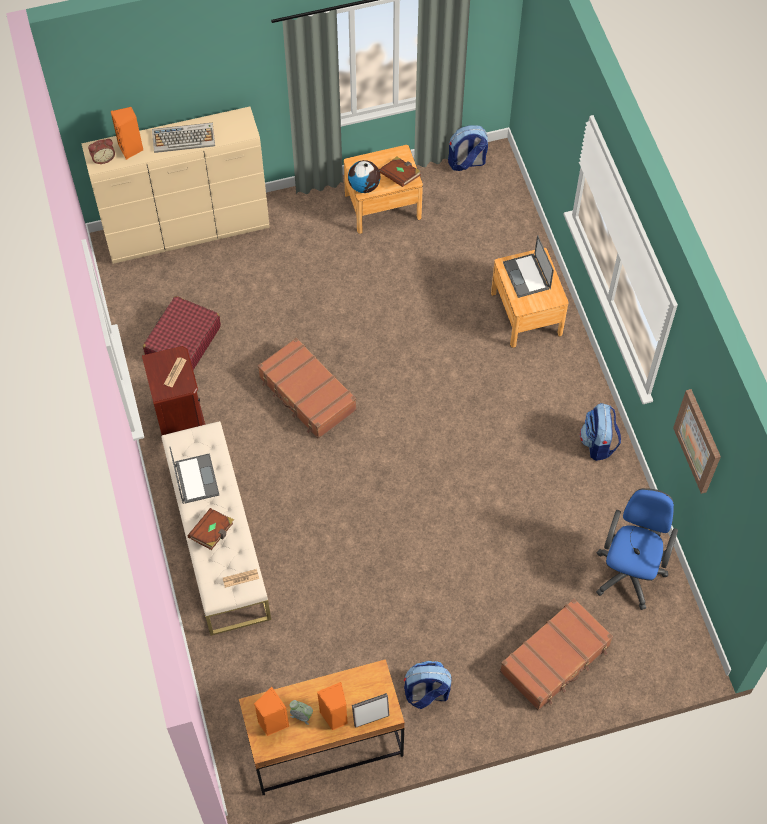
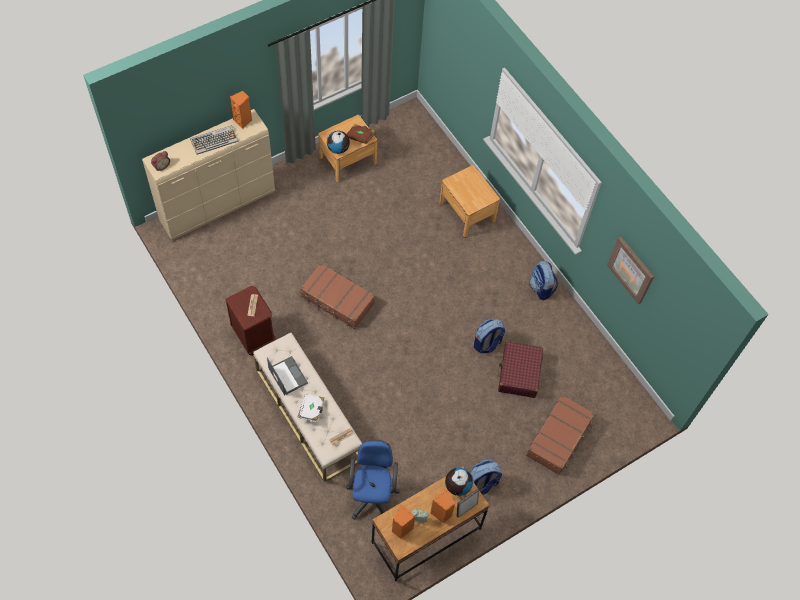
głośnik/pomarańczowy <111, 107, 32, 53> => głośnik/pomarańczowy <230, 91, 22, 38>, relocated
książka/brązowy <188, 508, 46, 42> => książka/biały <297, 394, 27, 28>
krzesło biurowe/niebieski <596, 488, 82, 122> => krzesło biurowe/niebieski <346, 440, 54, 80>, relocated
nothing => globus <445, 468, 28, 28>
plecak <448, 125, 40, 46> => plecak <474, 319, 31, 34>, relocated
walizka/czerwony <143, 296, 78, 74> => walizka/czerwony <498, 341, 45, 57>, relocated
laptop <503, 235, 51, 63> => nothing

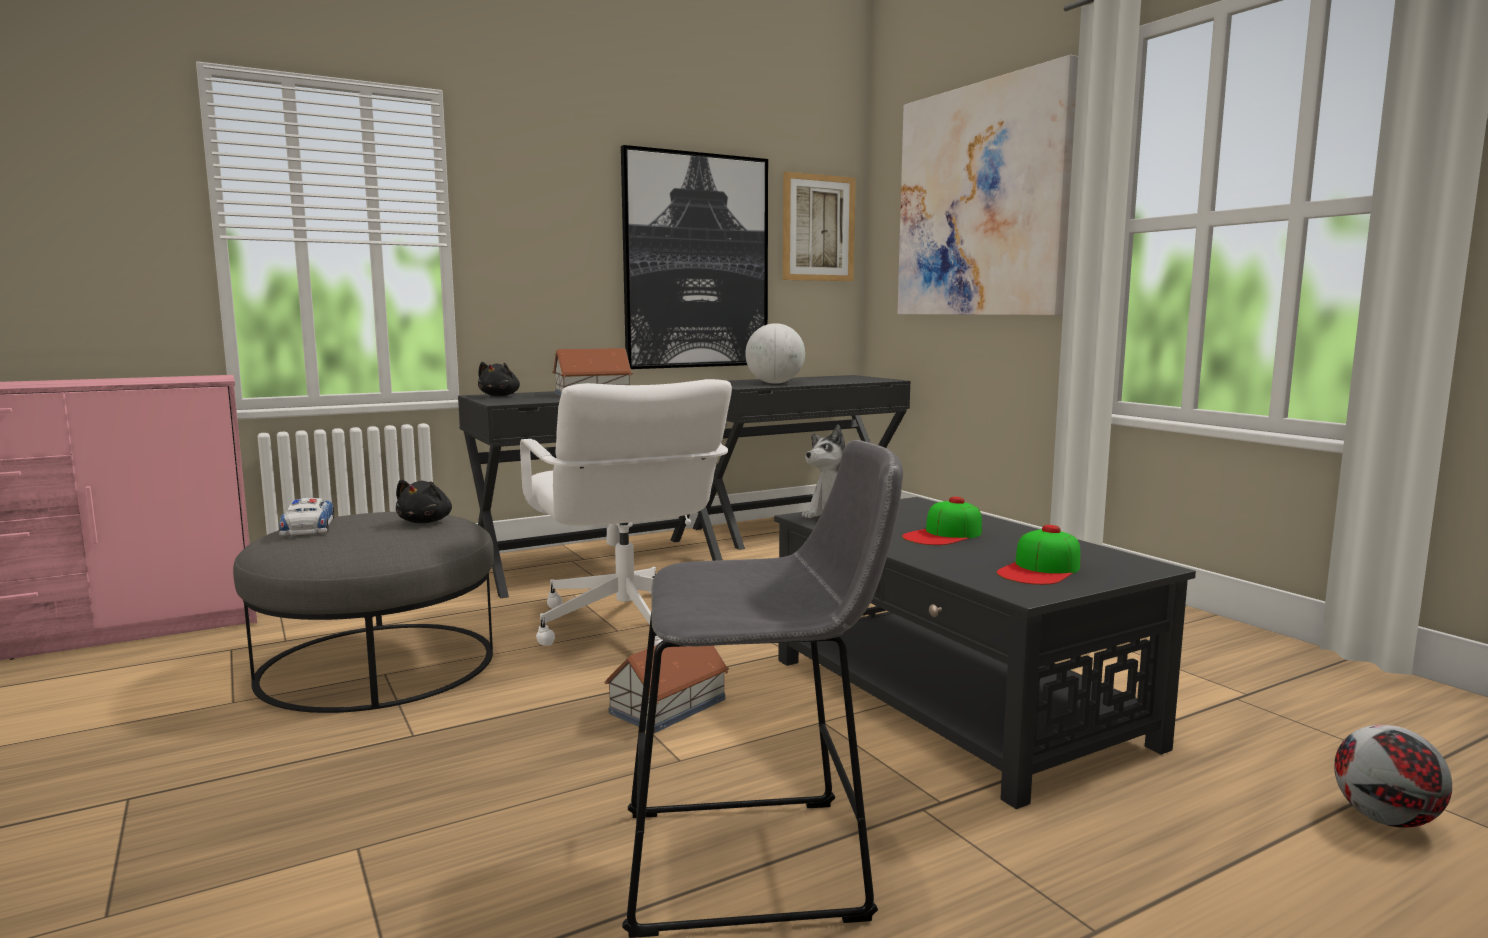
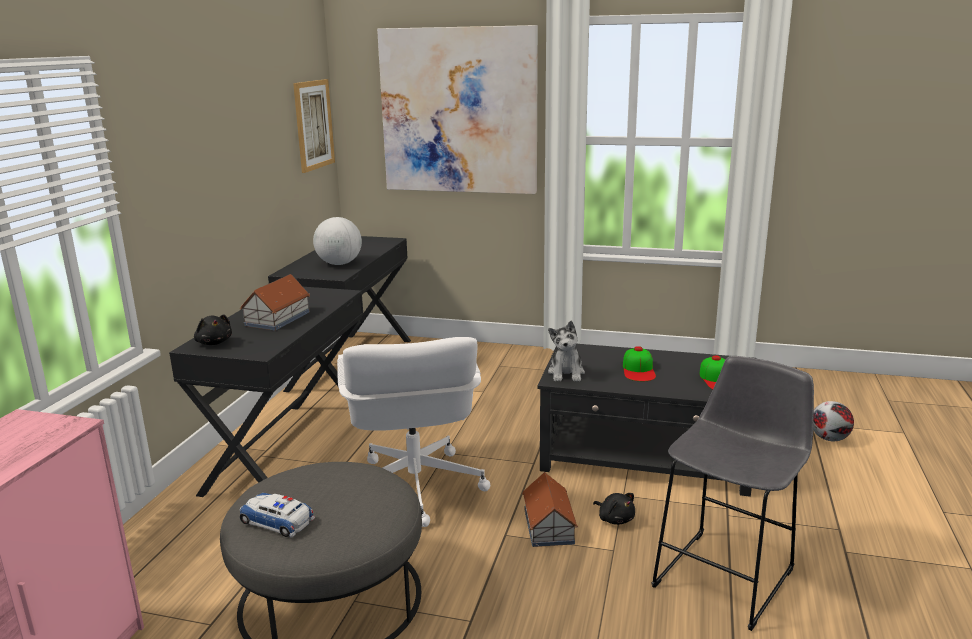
krzesło biurowe/biały <520, 379, 212, 267> => krzesło biurowe/biały <337, 337, 153, 190>, 60 degrees clockwise
pluszak/czarny <396, 479, 56, 44> => pluszak/czarny <593, 493, 42, 32>, relocated
obraz <621, 145, 147, 224> => nothing

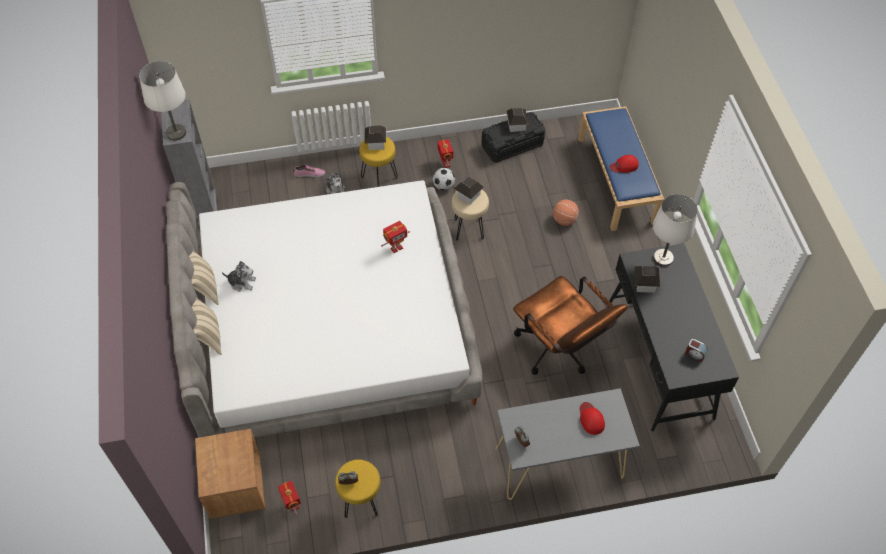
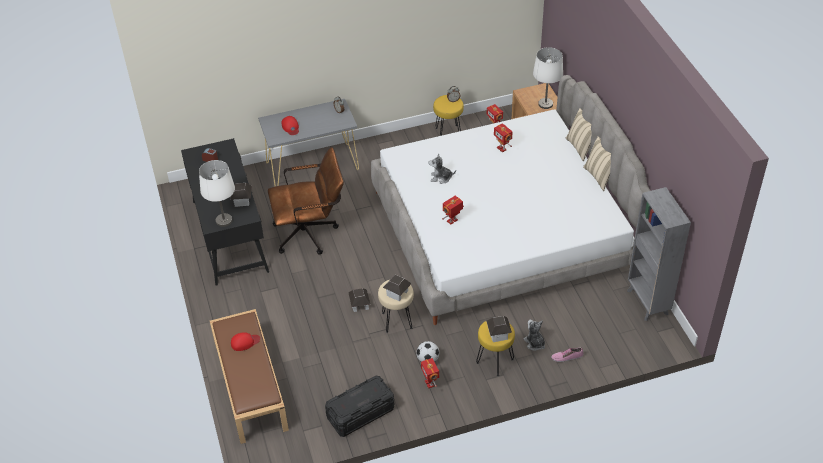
ławka/niebieski <578, 106, 86, 125> => ławka/brązowy <210, 309, 79, 135>
krzesło biurowe/brązowy <513, 276, 114, 99> => krzesło biurowe/brązowy <268, 147, 76, 108>, 120 degrees clockwise
domek <507, 108, 21, 24> => domek <348, 288, 22, 24>, relocated
pluszak <222, 261, 34, 31> => pluszak <428, 153, 28, 31>, relocated
nothing => robot zabawkowy <494, 123, 18, 29>
lampa stołowa/biały <139, 61, 47, 80> => lampa stołowa/biały <533, 47, 30, 62>, relocated
piłka do koszykówki <553, 200, 26, 26> => nothing

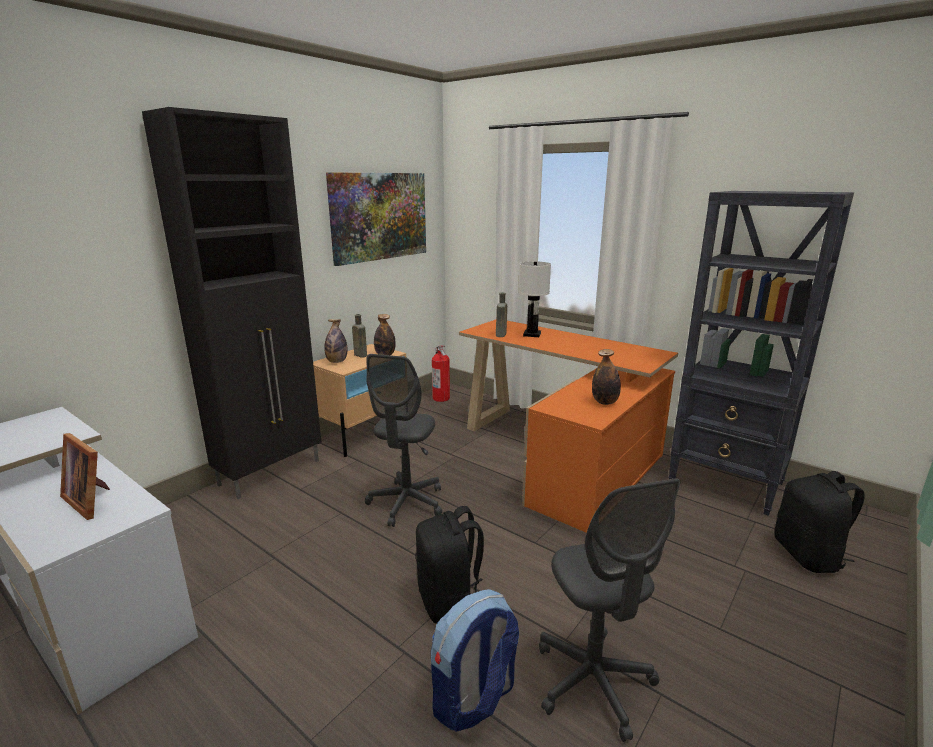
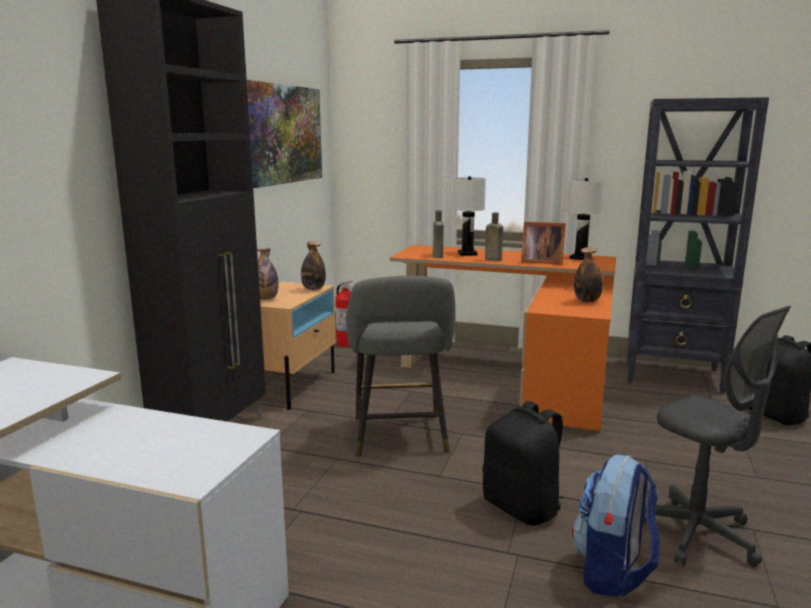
krzesło biurowe/szary <365, 354, 77, 173> => stołek/szary <346, 276, 110, 182>
butelka/brązowy <352, 314, 15, 43> => butelka/brązowy <485, 212, 18, 49>, relocated
ramka na zdjęcie <60, 433, 50, 87> => ramka na zdjęcie <521, 222, 45, 43>, relocated
nothing => lampa stołowa/biały <567, 178, 37, 82>

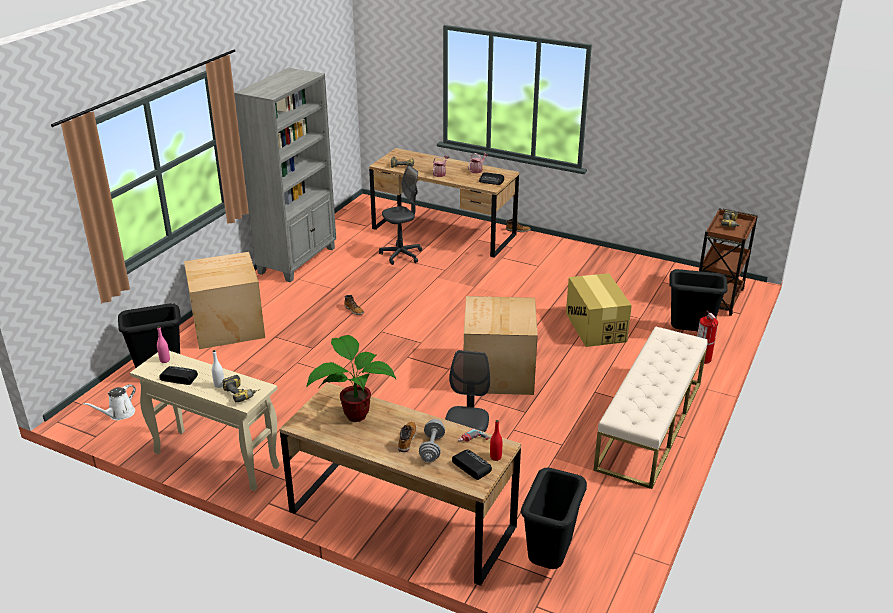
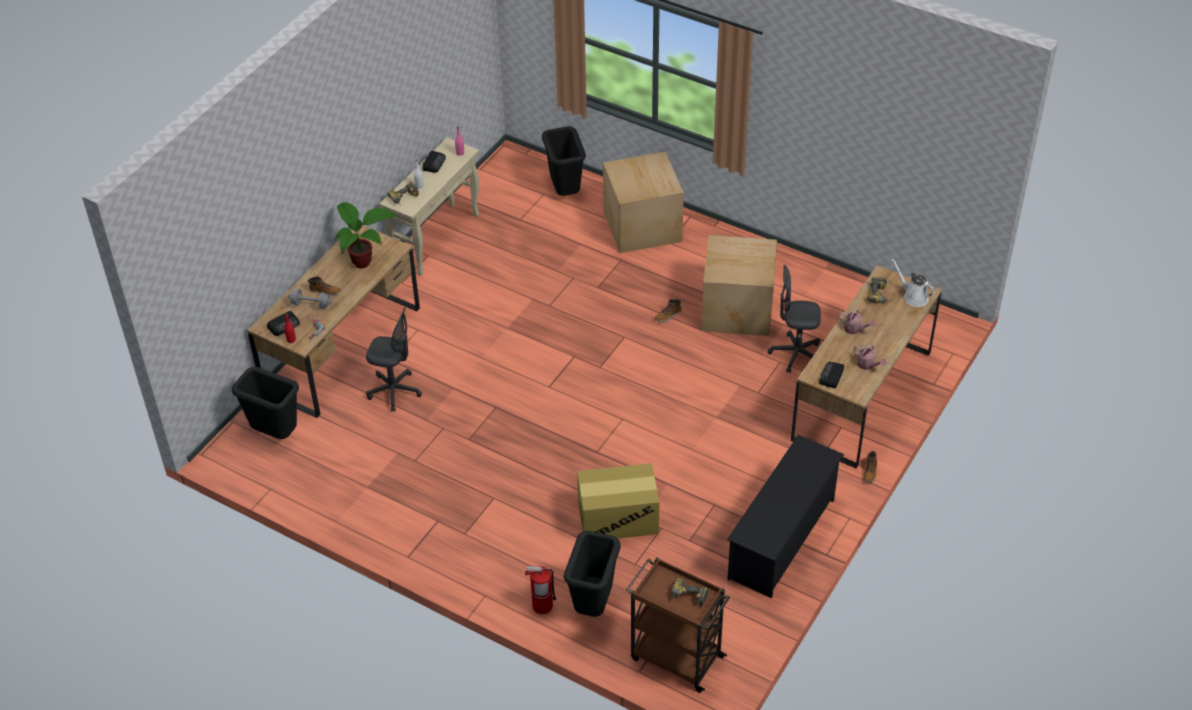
karton <464, 296, 74, 99> => karton <701, 235, 76, 101>, relocated
nothing => regał na buty/czarny <727, 435, 117, 163>
krzesło biurowe/szary <379, 165, 43, 100> => krzesło biurowe/szary <768, 265, 53, 108>, 120 degrees clockwise
konewka/biały <83, 384, 53, 36> => konewka/biały <891, 258, 44, 49>, relocated
regał/szary <234, 68, 102, 214> => nothing
ławka/beżowy <593, 326, 115, 163> => nothing

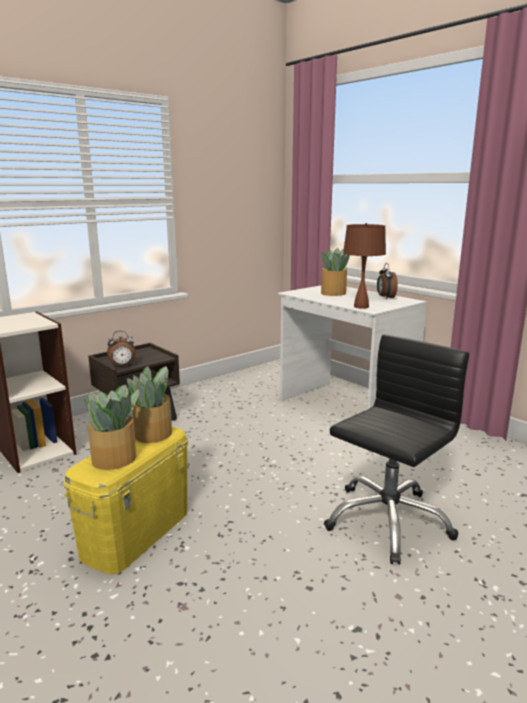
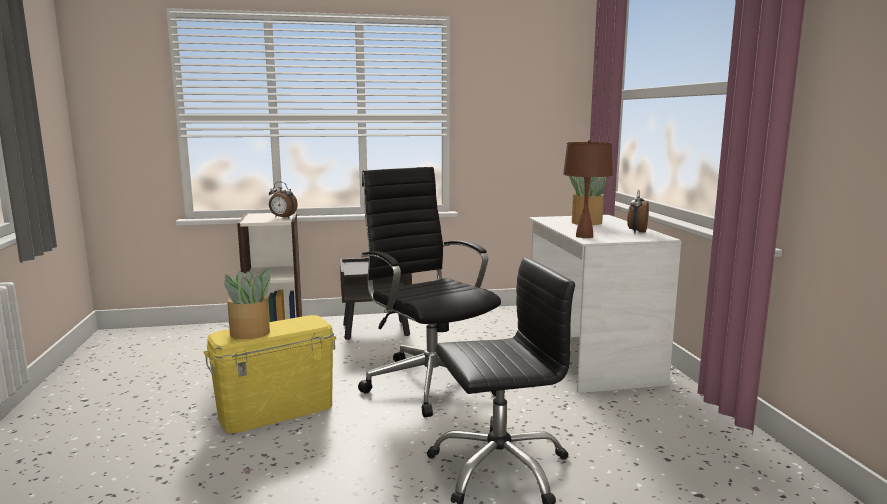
budzik <107, 331, 29, 36> => budzik <269, 182, 29, 36>, relocated
nothing => krzesło biurowe/czarny <358, 167, 143, 250>
roślina doniczkowa <127, 366, 45, 77> => nothing

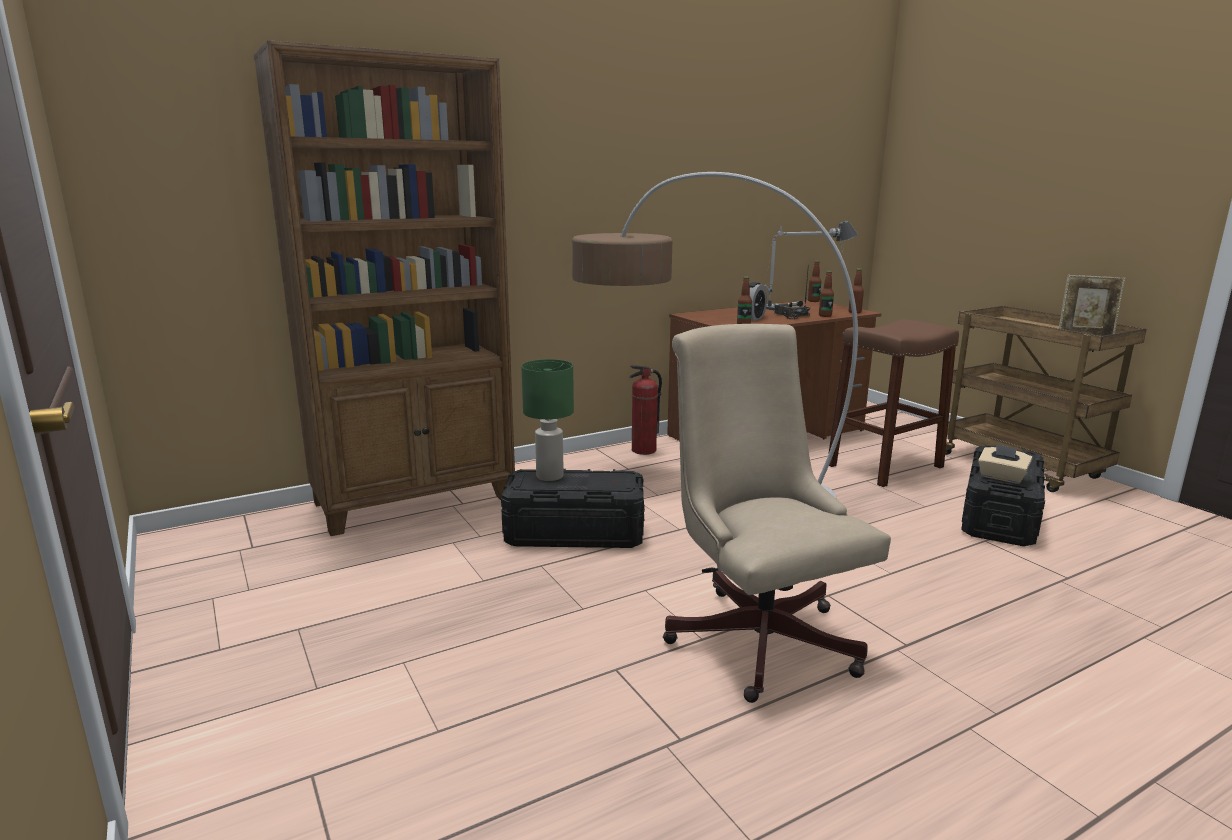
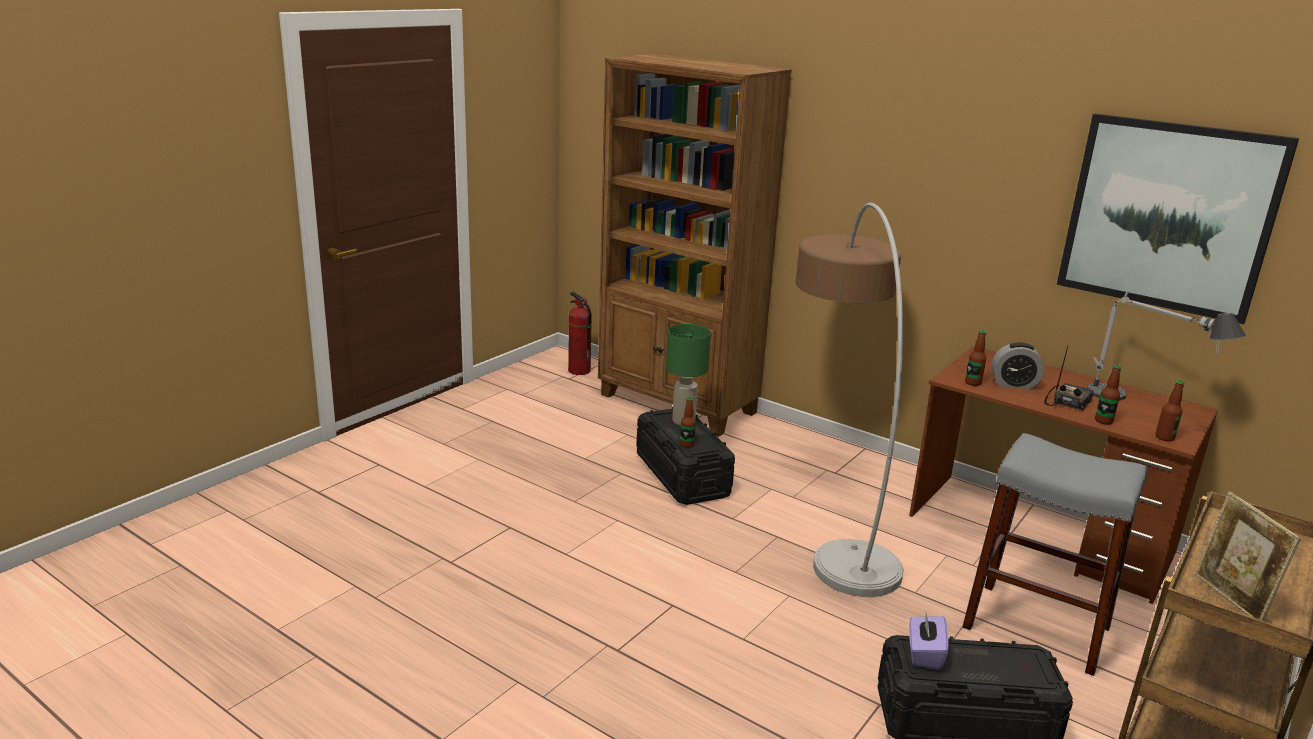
gaśnica <629, 365, 33, 90> => gaśnica <568, 292, 24, 83>, relocated
butelka <808, 261, 13, 41> => butelka <680, 397, 16, 51>, relocated
pudełko chusteczek/beżowy <978, 444, 55, 40> => pudełko chusteczek/fioletowy <909, 613, 40, 57>
stołek/brązowy <828, 319, 131, 168> => stołek/szary <962, 433, 186, 243>
nothing => obraz <1057, 114, 242, 210>
krzesło biurowe/beżowy <663, 324, 228, 379> => nothing

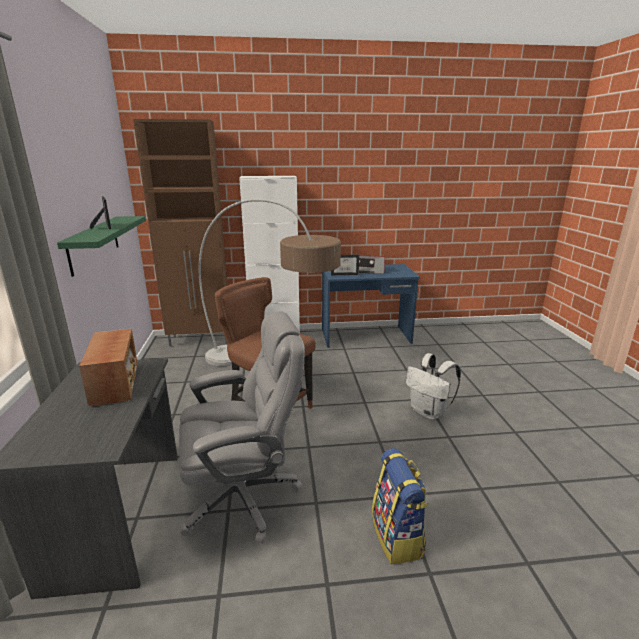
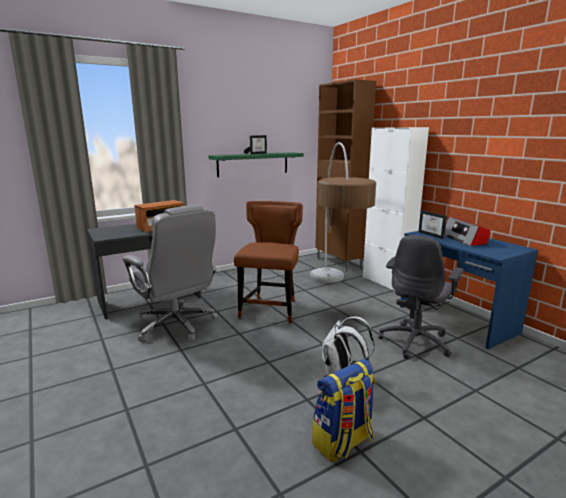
plecak <372, 448, 56, 116> => plecak <312, 359, 64, 103>, relocated
nothing => krzesło biurowe/szary <379, 235, 85, 124>

